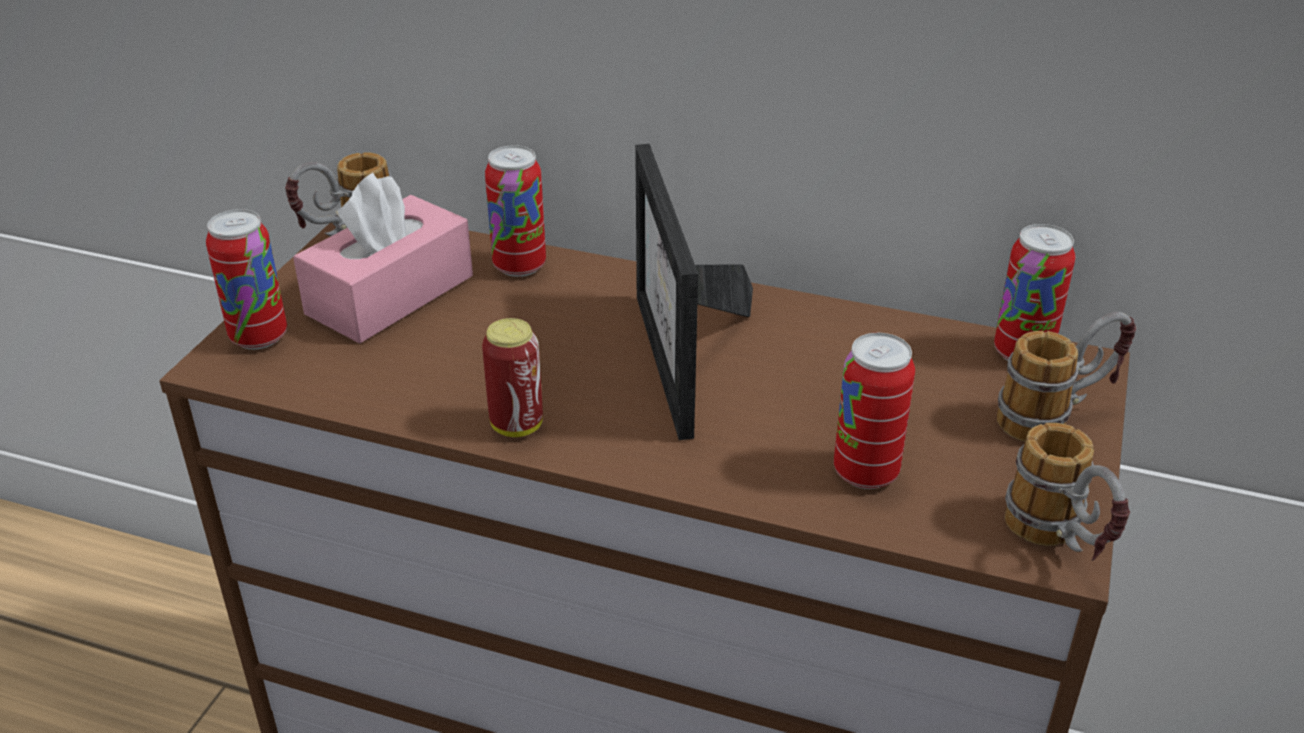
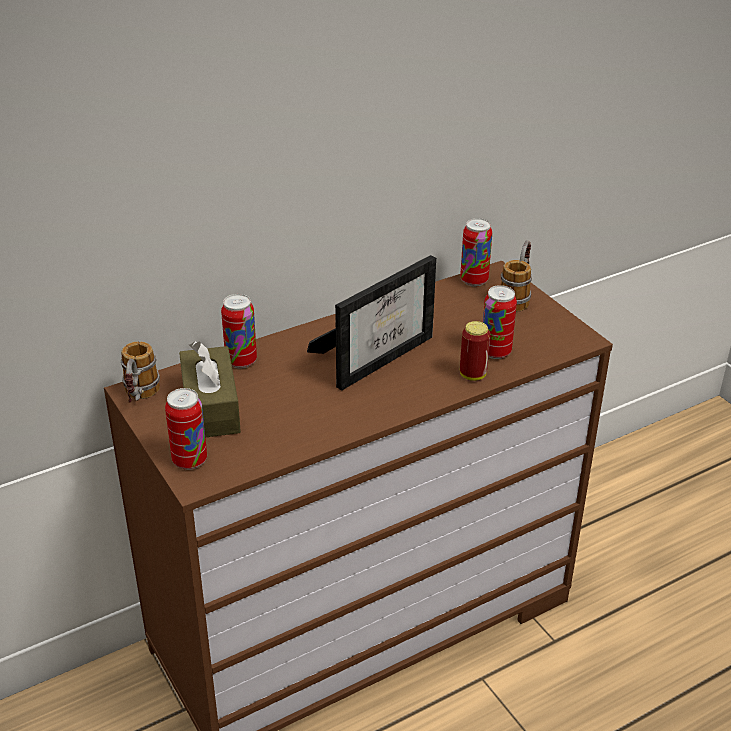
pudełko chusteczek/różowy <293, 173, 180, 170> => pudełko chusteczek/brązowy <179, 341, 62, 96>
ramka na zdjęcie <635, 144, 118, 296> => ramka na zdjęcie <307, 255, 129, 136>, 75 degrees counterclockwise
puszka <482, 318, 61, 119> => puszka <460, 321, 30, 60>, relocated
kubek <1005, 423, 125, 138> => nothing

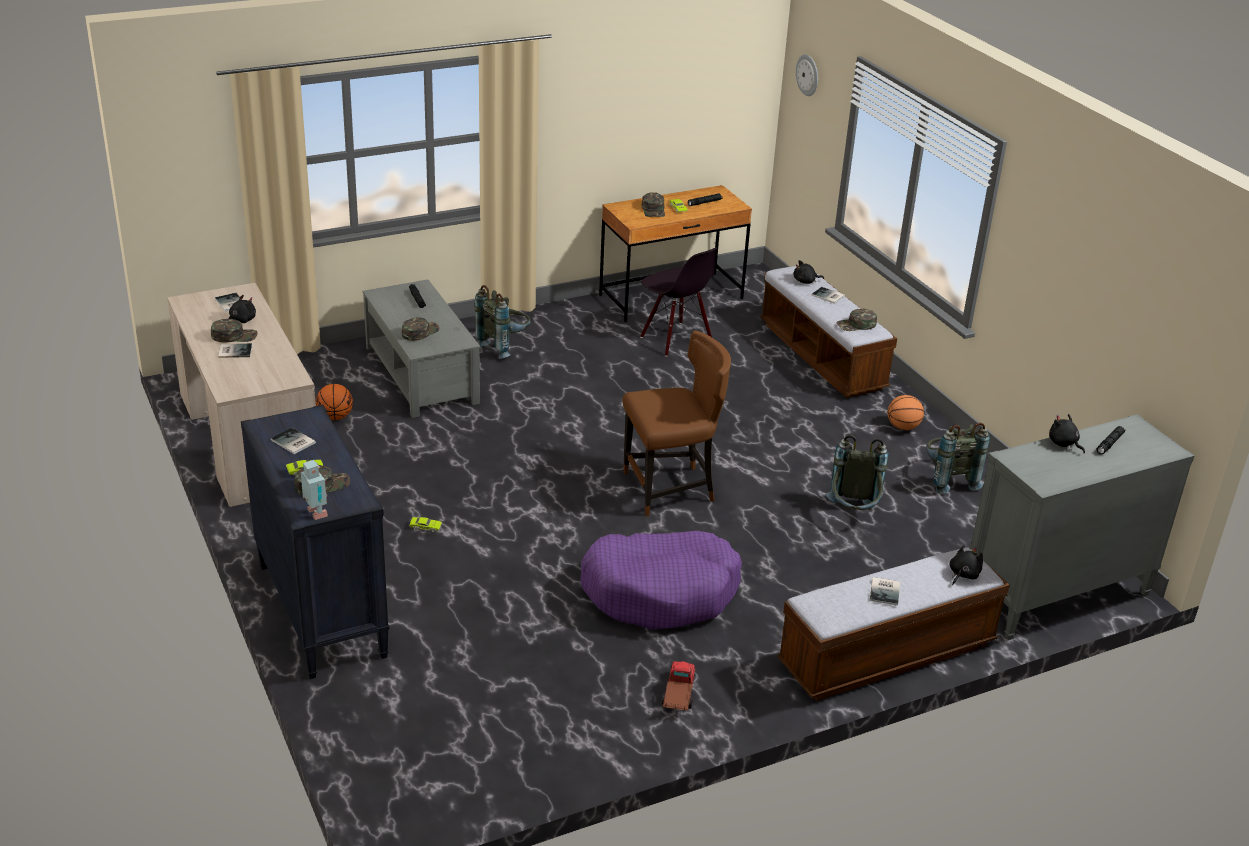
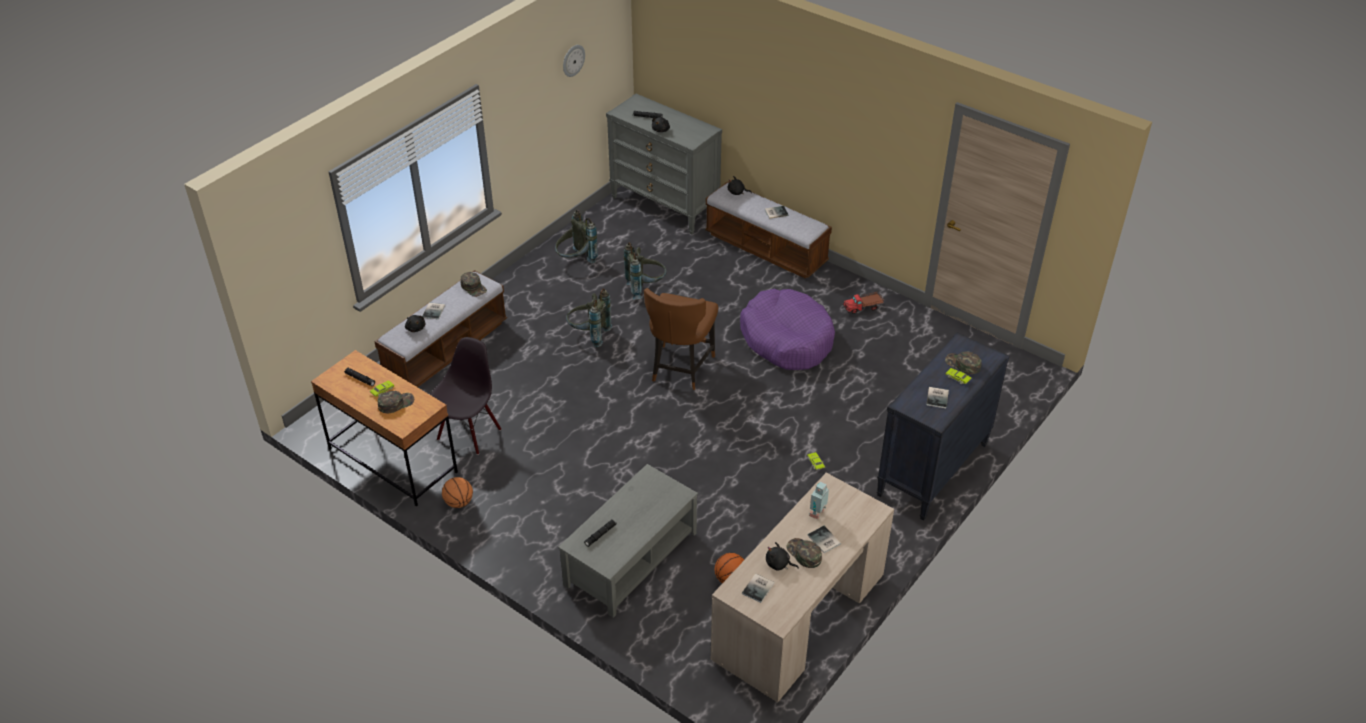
piłka do koszykówki <888, 395, 36, 35> => piłka do koszykówki <442, 477, 31, 31>, relocated
zegar ścienny <796, 54, 22, 42> => zegar ścienny <563, 45, 22, 32>, relocated
plecak/szary <474, 285, 56, 74> => plecak/szary <566, 288, 46, 59>, relocated
krzesło/brązowy <623, 330, 108, 186> => krzesło/brązowy <644, 288, 74, 102>, 120 degrees counterclockwise
robot zabawkowy <301, 460, 27, 60> => robot zabawkowy <809, 481, 20, 39>, relocated
czapka z daszkiem/zielony <402, 318, 37, 23> => nothing

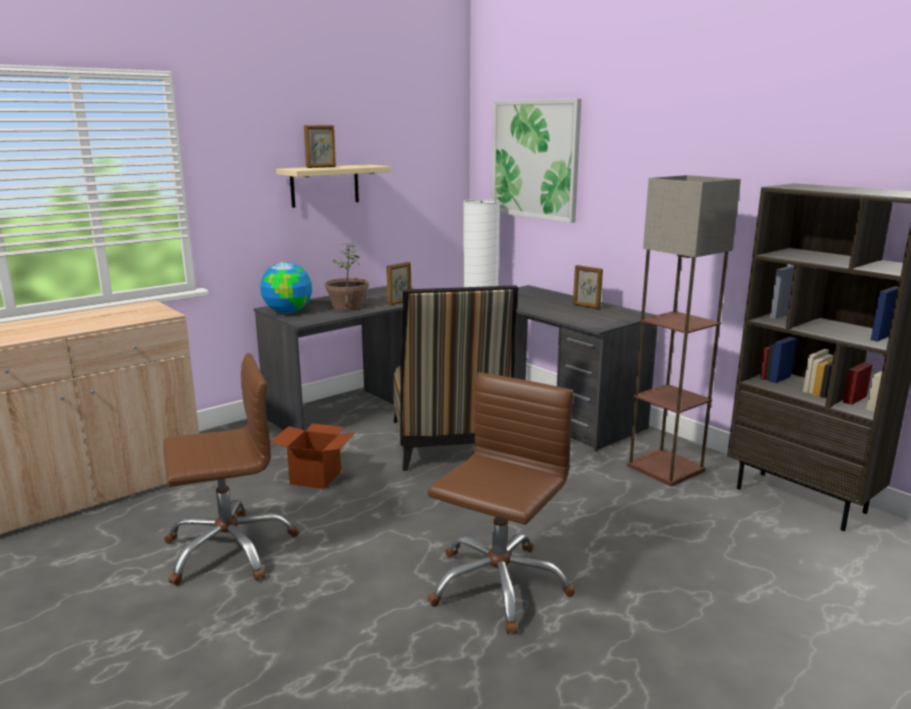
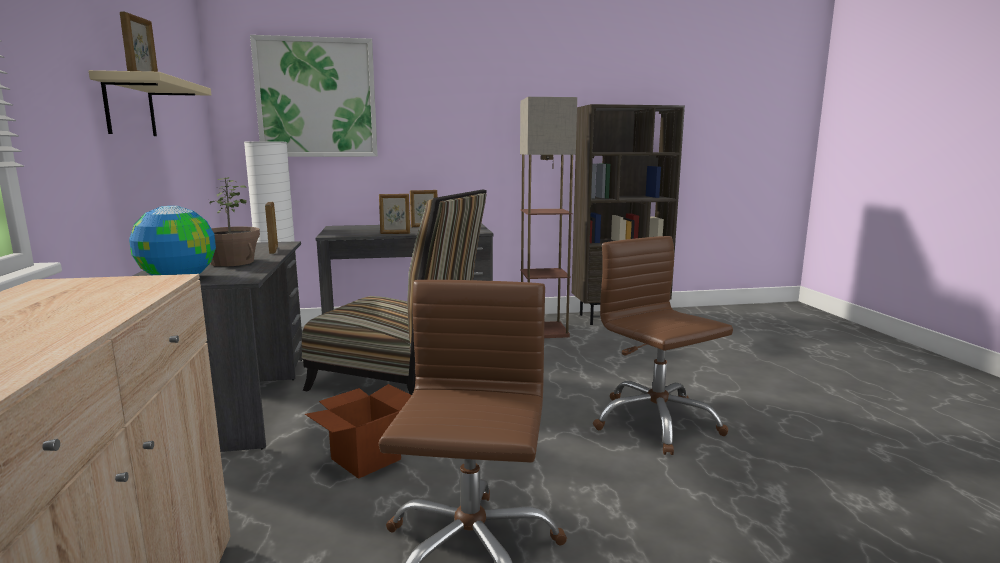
nothing => ramka na zdjęcie <379, 194, 31, 40>

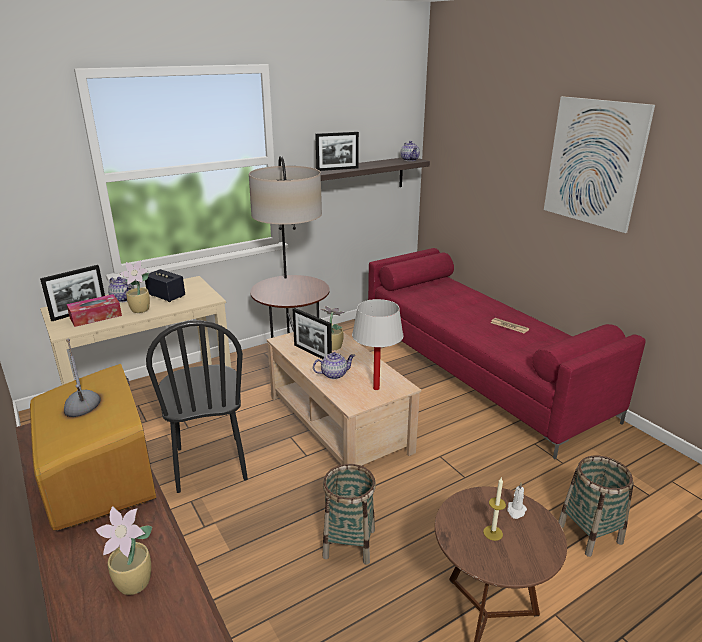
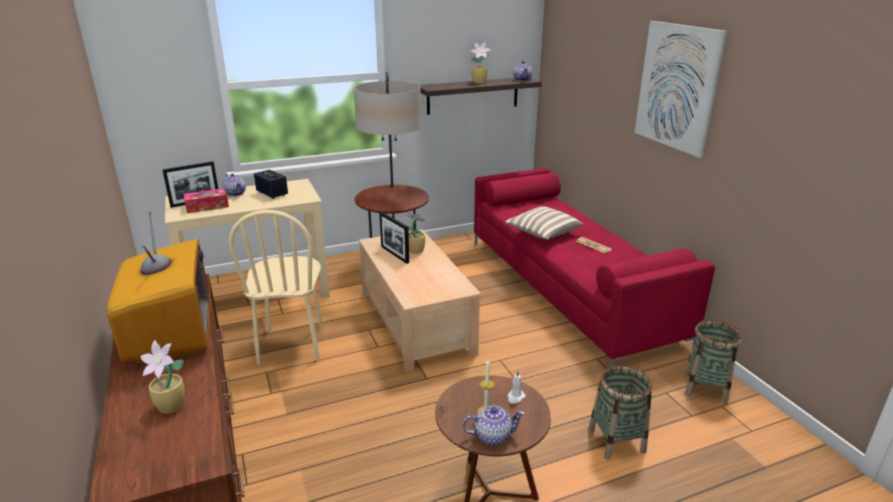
krzesło/czarny <146, 320, 102, 173> => krzesło/beżowy <229, 210, 93, 155>
imbryk <313, 352, 42, 27> => imbryk <462, 406, 63, 39>, relocated
roślina doniczkowa <120, 261, 30, 52> => roślina doniczkowa <471, 43, 20, 40>, relocated
nothing => poduszka <505, 206, 79, 34>
koszyk <322, 464, 54, 101> => koszyk <685, 320, 57, 84>, relocated
ramka na zdjęcie <315, 132, 44, 39> => nothing
lampa stołowa/biały <352, 299, 51, 91> => nothing

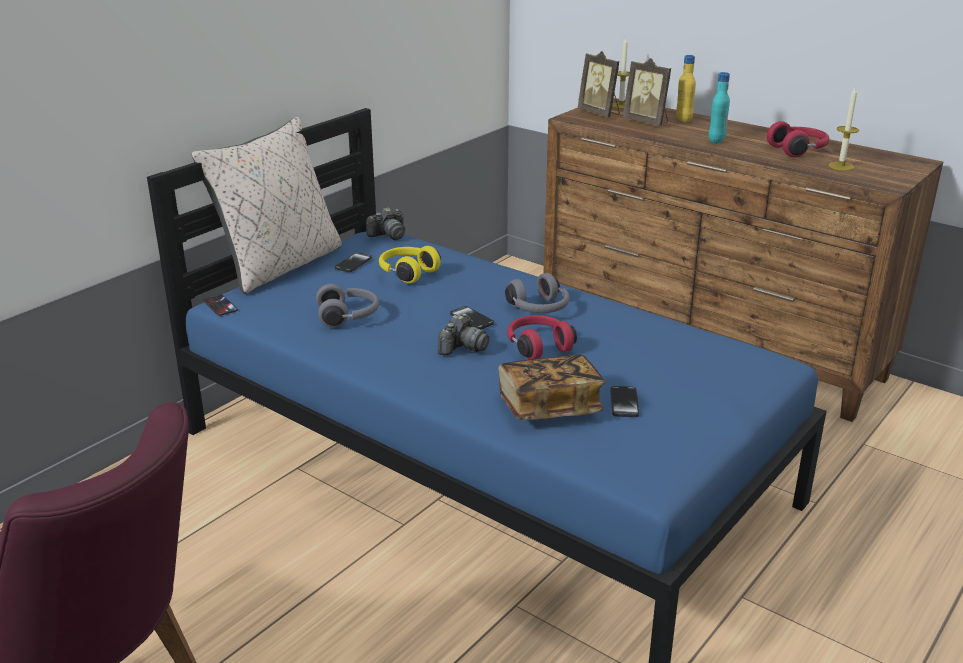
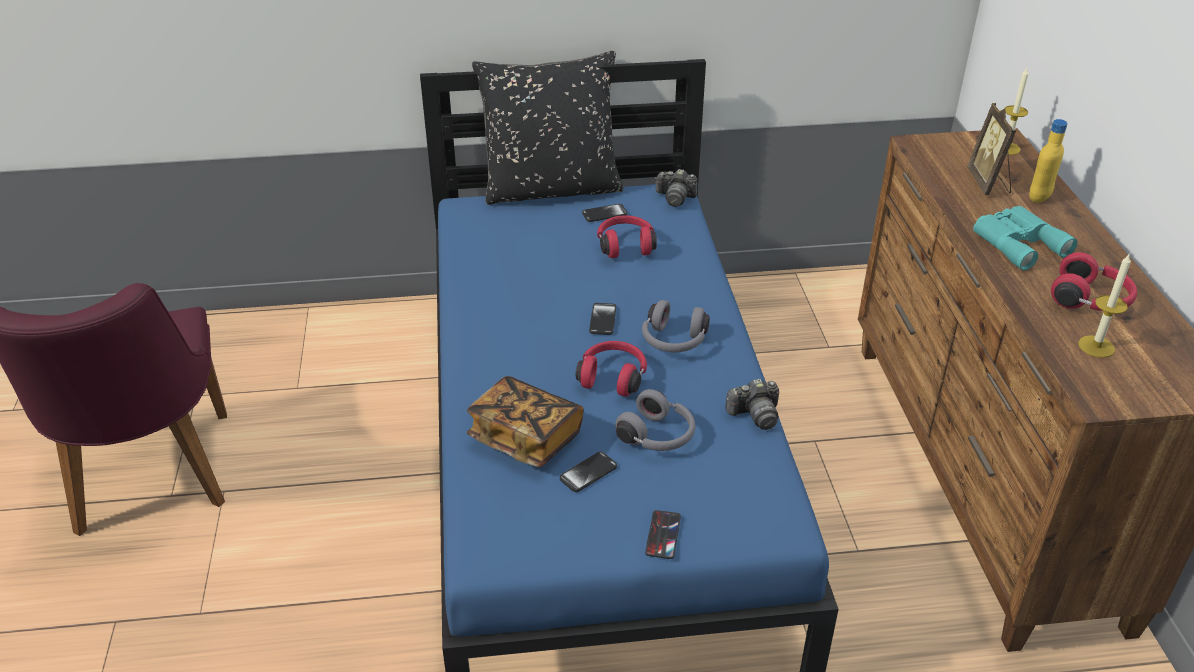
poduszka/beżowy <192, 117, 150, 177> => poduszka/czarny <472, 51, 151, 154>
słuchawki/żółty <379, 246, 62, 38> => słuchawki/czerwony <597, 215, 60, 43>
słuchawki/szary <316, 284, 63, 43> => słuchawki/szary <615, 389, 81, 62>, relocated
telefon <202, 294, 36, 22> => telefon <645, 510, 36, 49>, relocated
aparat fotograficzny <438, 313, 51, 42> => aparat fotograficzny <725, 379, 54, 51>, relocated
butelka/turkusowy <709, 72, 21, 72> => lornetka/turkusowy <973, 206, 105, 65>
ramka na zdjęcie <577, 51, 43, 66> => nothing

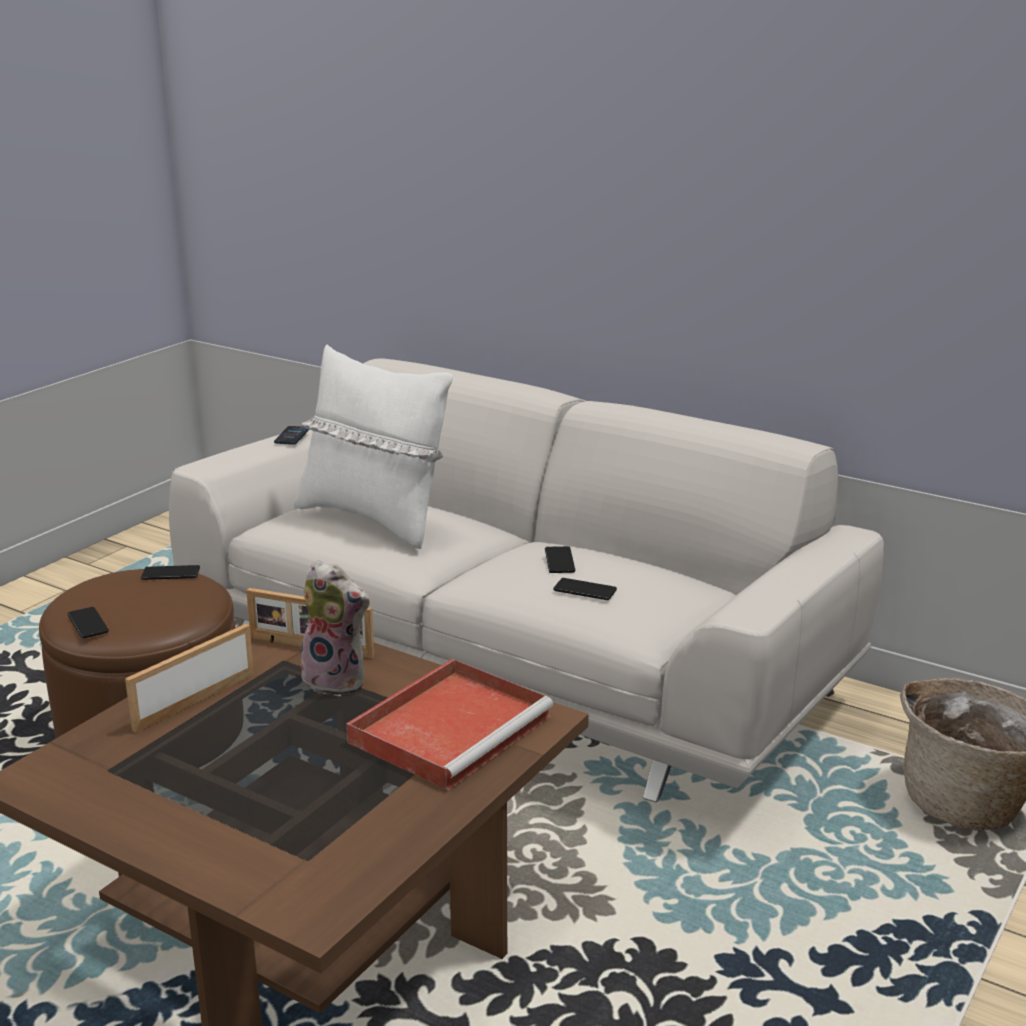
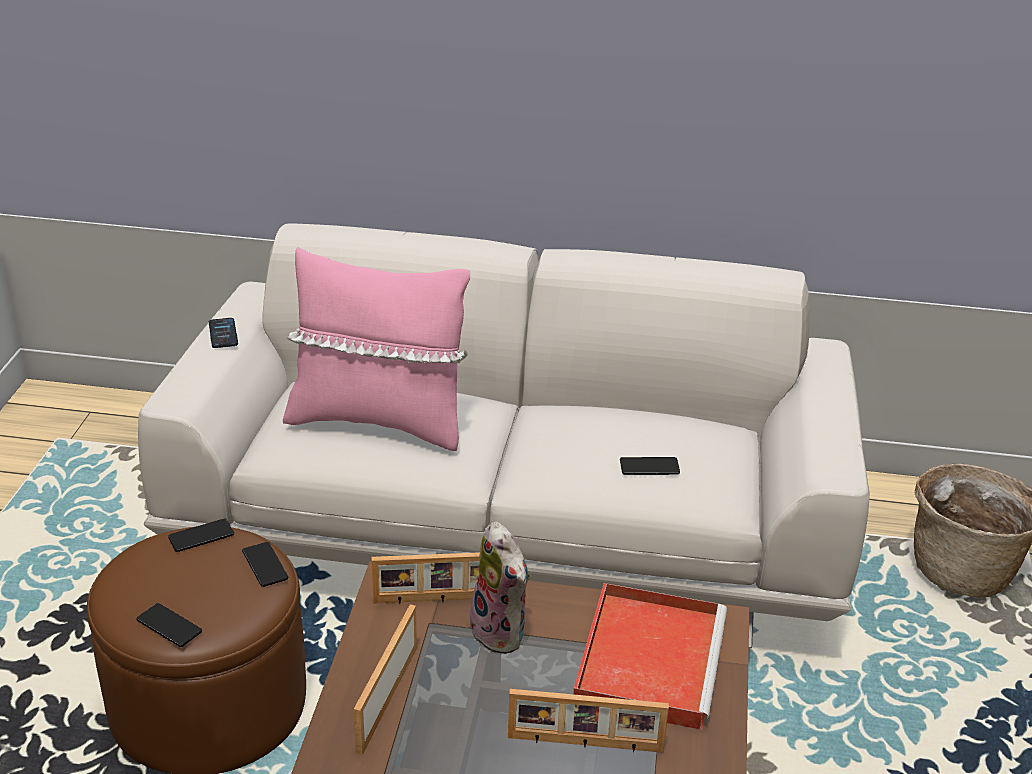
telefon <545, 546, 30, 27> => telefon <242, 542, 46, 45>, relocated
poduszka/biały <294, 345, 159, 204> => poduszka/różowy <283, 247, 187, 204>
pluszak <301, 560, 69, 137> => pluszak <469, 522, 61, 132>, 60 degrees clockwise
nothing => ramka na zdjęcie <508, 689, 161, 64>

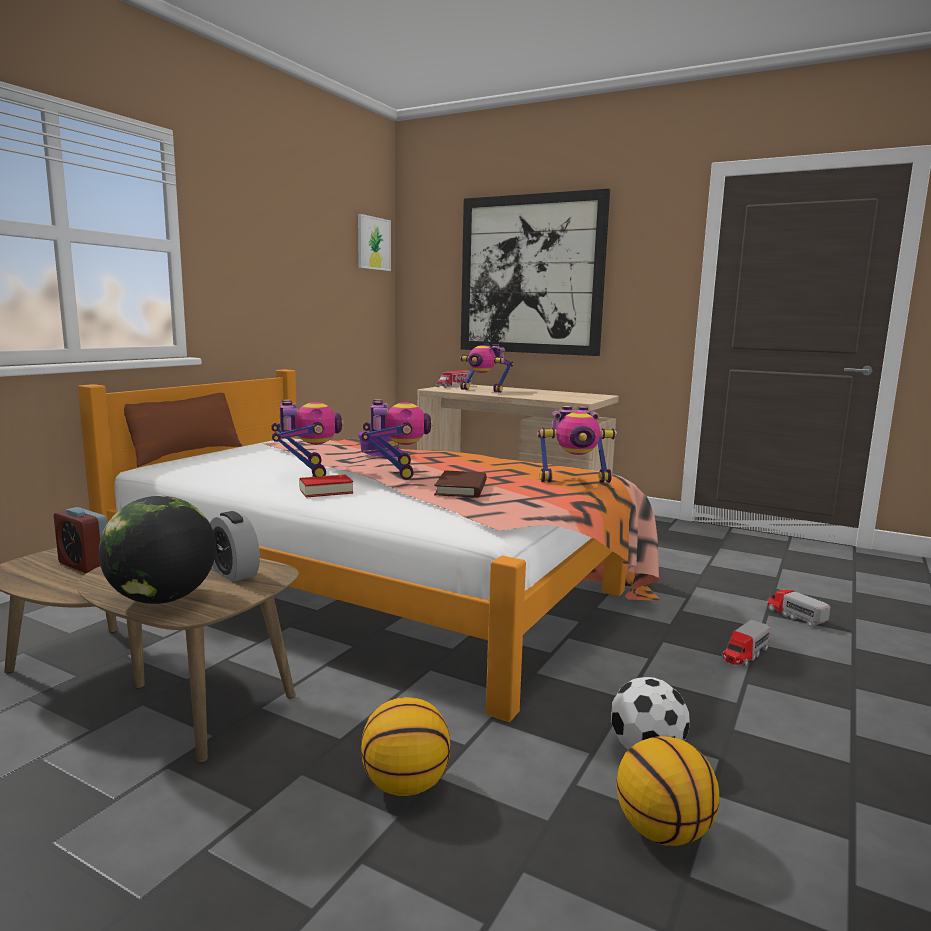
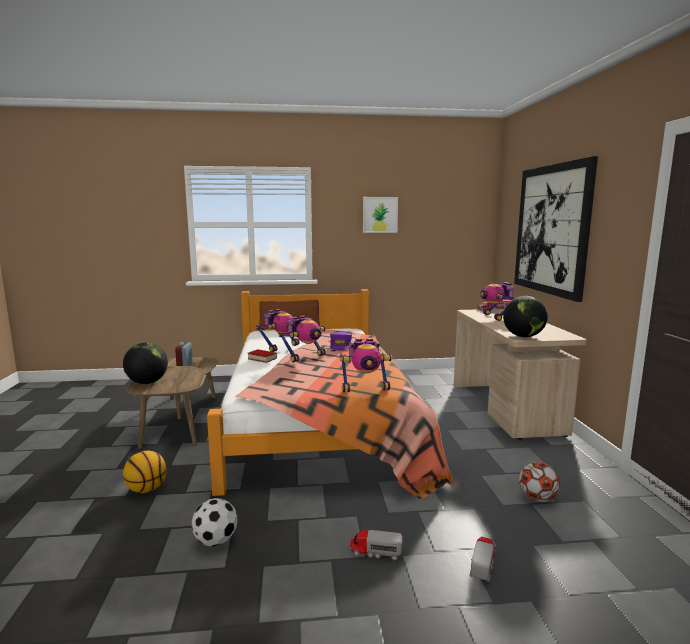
robot zabawkowy <537, 406, 80, 77> => robot zabawkowy <339, 338, 54, 54>, 60 degrees counterclockwise
obraz <358, 214, 33, 57> => obraz <363, 197, 35, 36>, relocated
nothing => globus <503, 296, 45, 41>
nothing => piłka futbolowa <519, 462, 41, 40>
budzik <210, 511, 50, 71> => nothing
książka/brązowy <434, 470, 53, 27> => nothing
piłka do koszykówki <617, 736, 102, 110> => nothing

